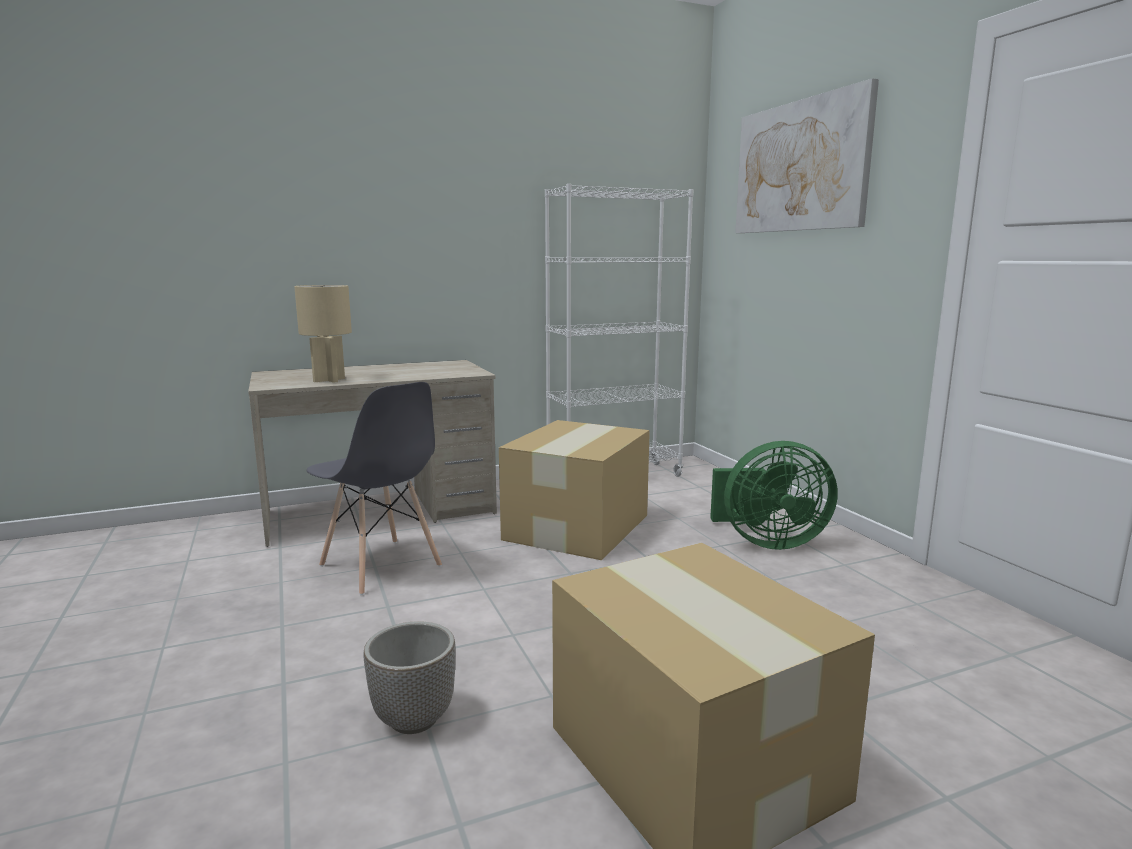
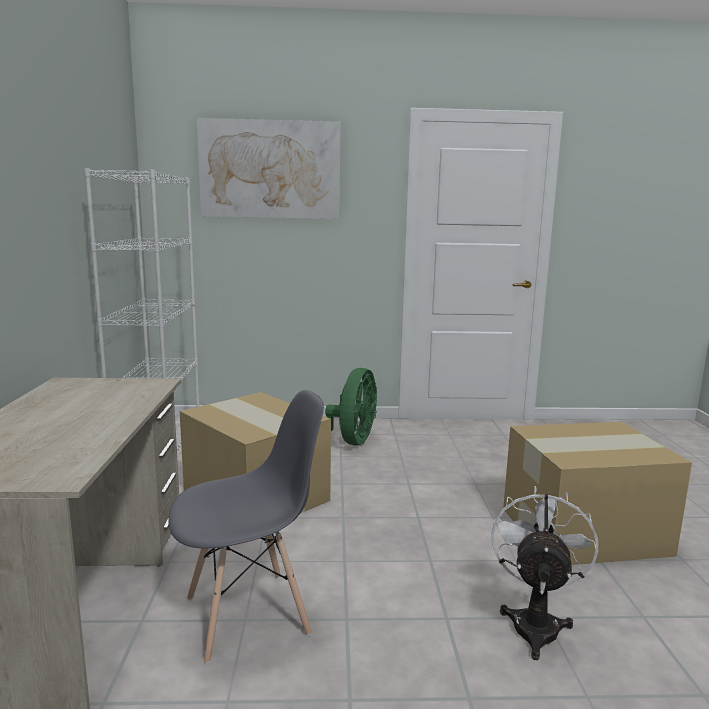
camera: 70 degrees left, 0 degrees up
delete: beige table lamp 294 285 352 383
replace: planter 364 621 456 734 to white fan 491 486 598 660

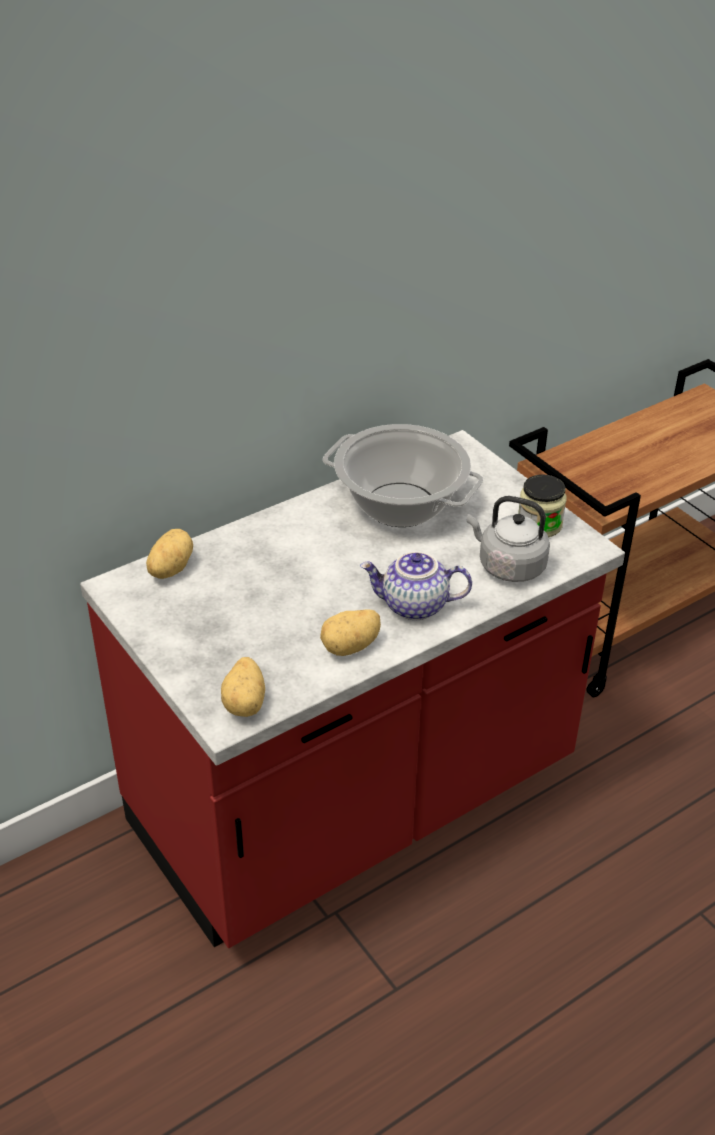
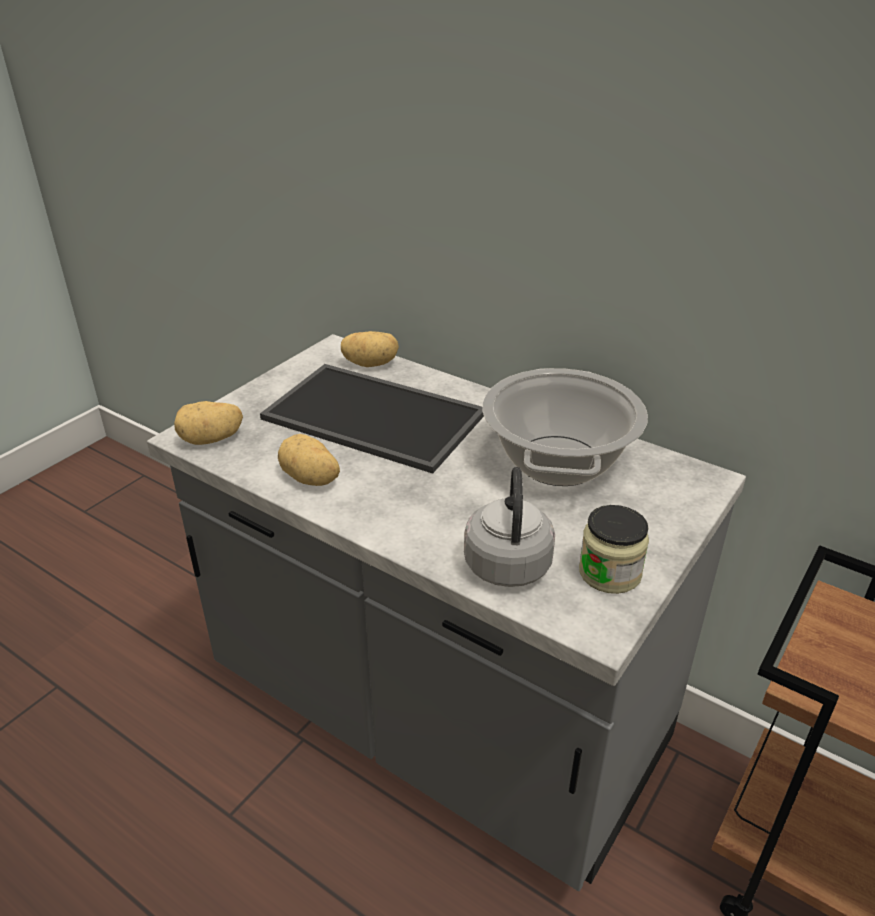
camera: 70 degrees right, 5 degrees down
delete: teapot 360 551 472 620
insert: tray 260 364 484 474
recolor: red counter 80 430 625 948 to grey counter 147 334 746 891

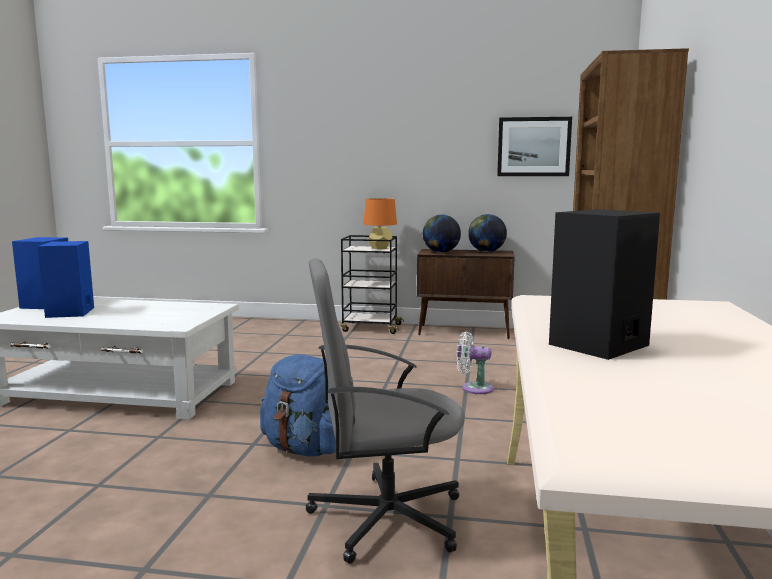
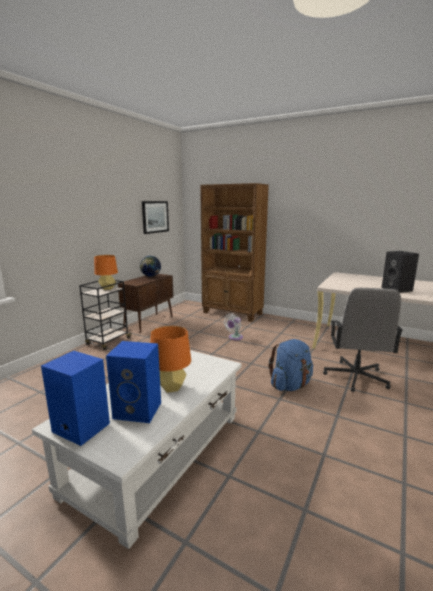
camera: 70 degrees left, 5 degrees up
delete: globe 423 215 461 253
insert: orange table lamp 150 326 191 393

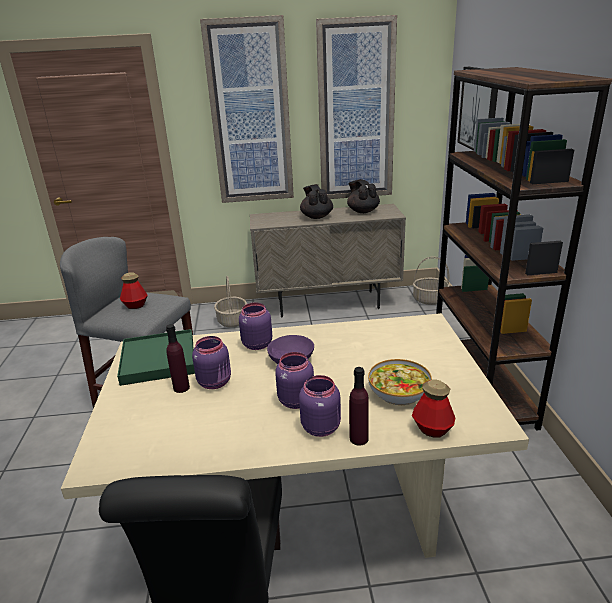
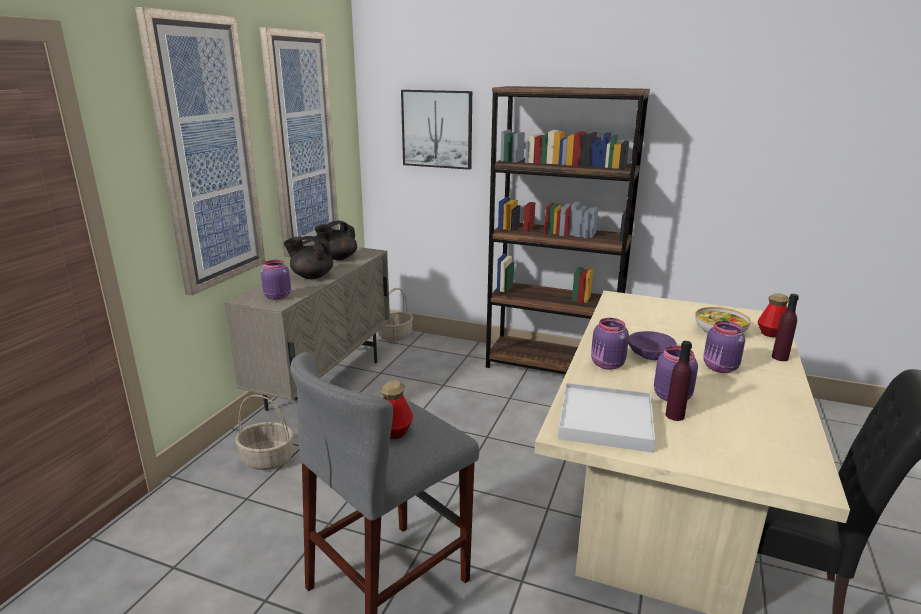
camera: 65 degrees left, 5 degrees down
move: purple jar 299 375 341 437 to 261 260 291 300
recolor: green tray 117 329 195 386 to white tray 558 383 655 453
rotate: black teapot 347 179 380 213 = 315 220 357 260 45 degrees counterclockwise

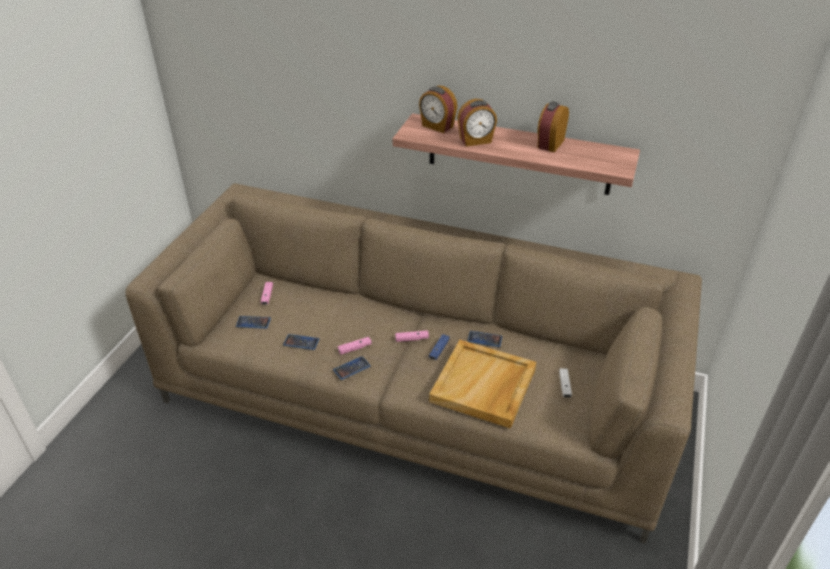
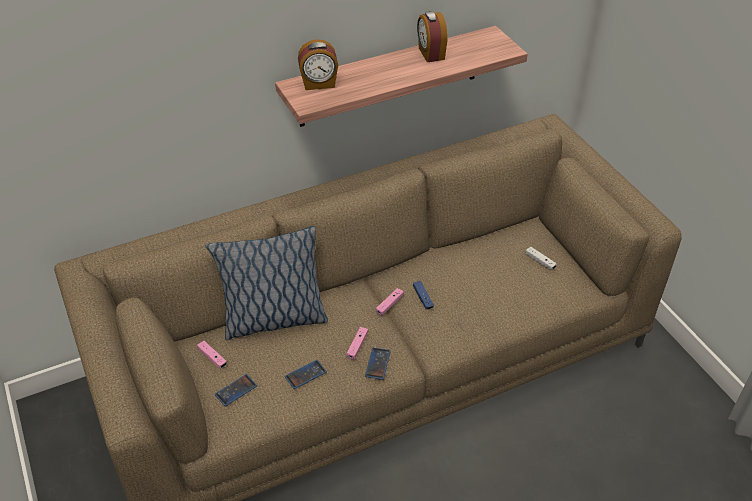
camera: 45 degrees left, 5 degrees up
delete: beige tray 429 340 536 429; alarm clock 457 99 497 147; phone 468 331 502 347
insert: pillow 205 226 328 340

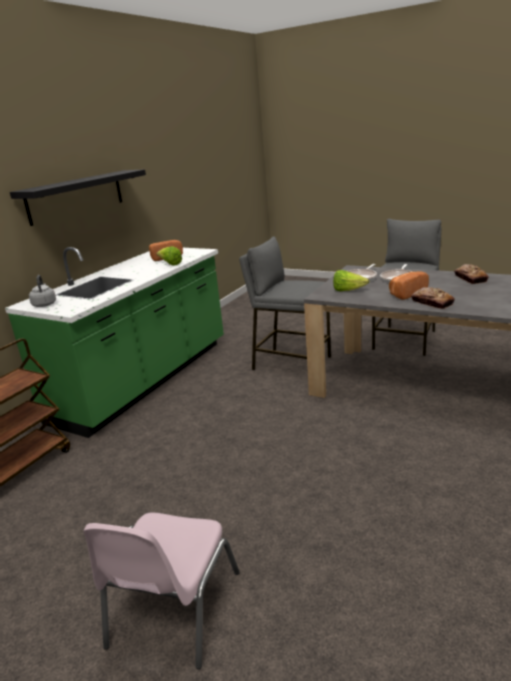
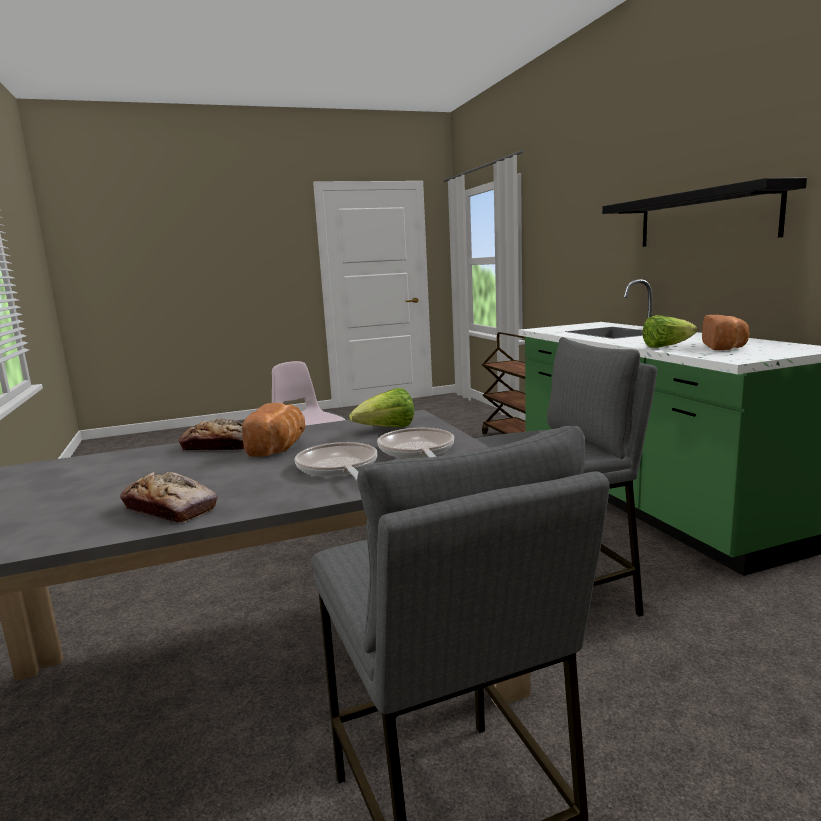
camera: 130 degrees right, 10 degrees down
delete: grey kettle 29 275 56 307

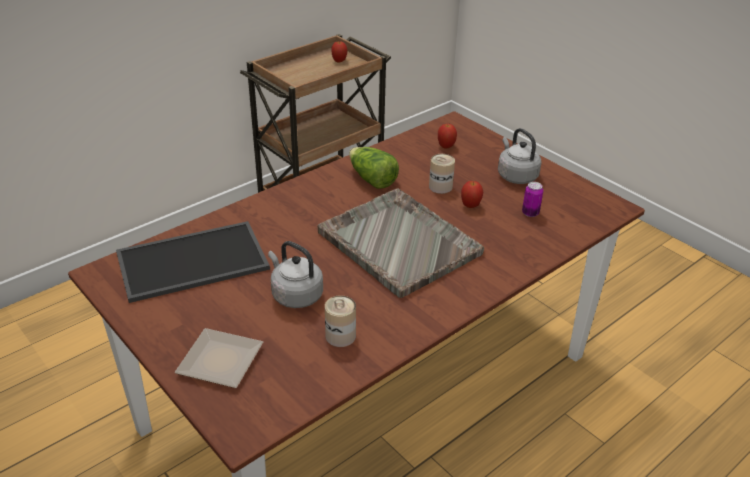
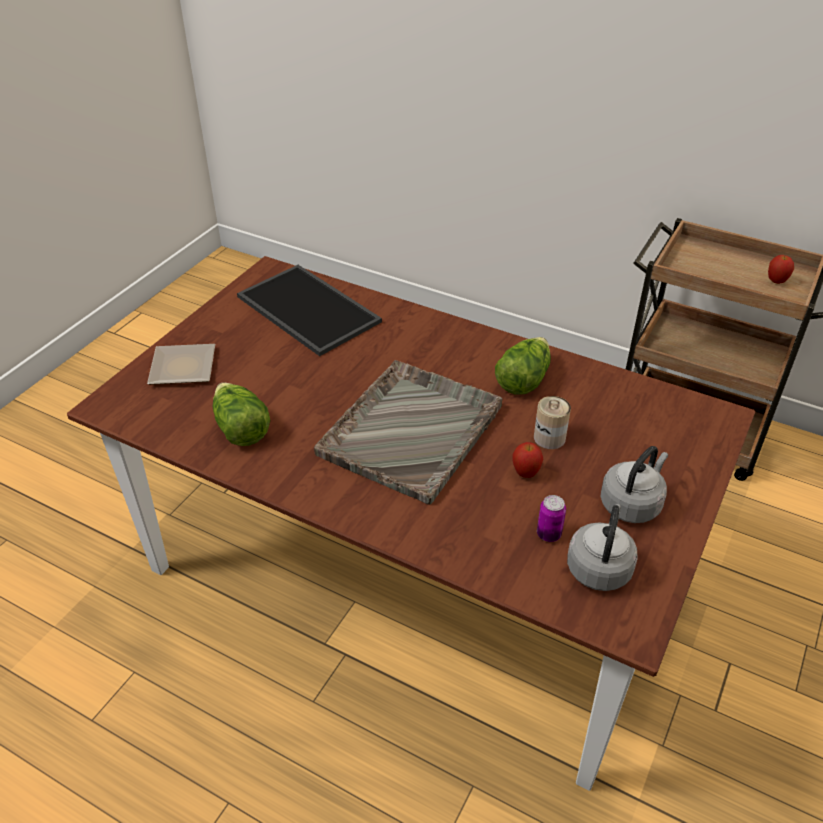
camera: 70 degrees right, 5 degrees up
delete: apple 438 124 457 149
move: grey kettle 268 241 323 308 to 567 504 638 591
replace: can 325 295 356 347 to lettuce 213 383 270 446

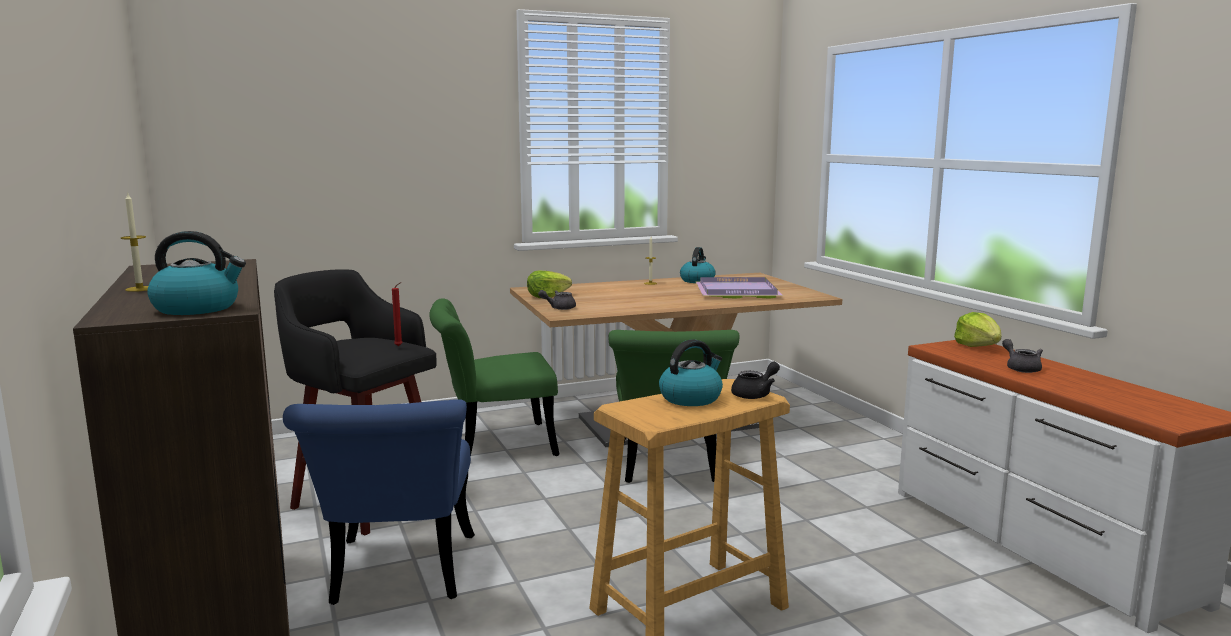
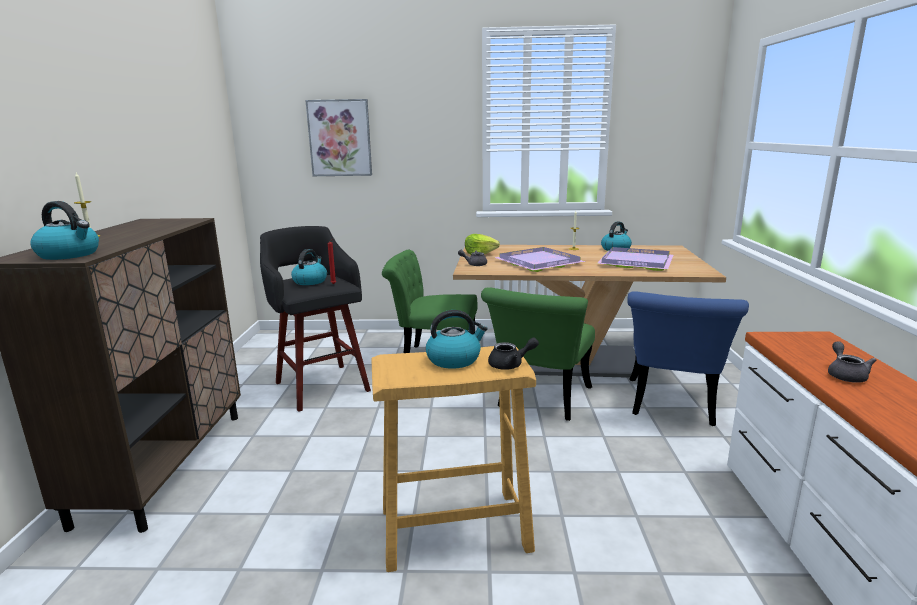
camera: 25 degrees right, 5 degrees up
delete: lettuce 954 312 1001 347
insert: kettle 291 249 327 285; picture 305 99 372 176; purple tray 494 247 586 272
move: blue chair 283 399 475 605 to 627 291 749 426

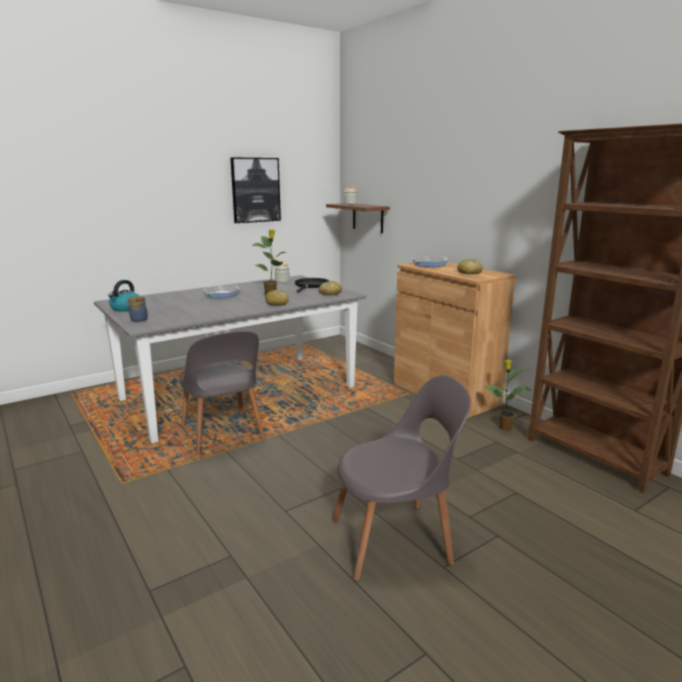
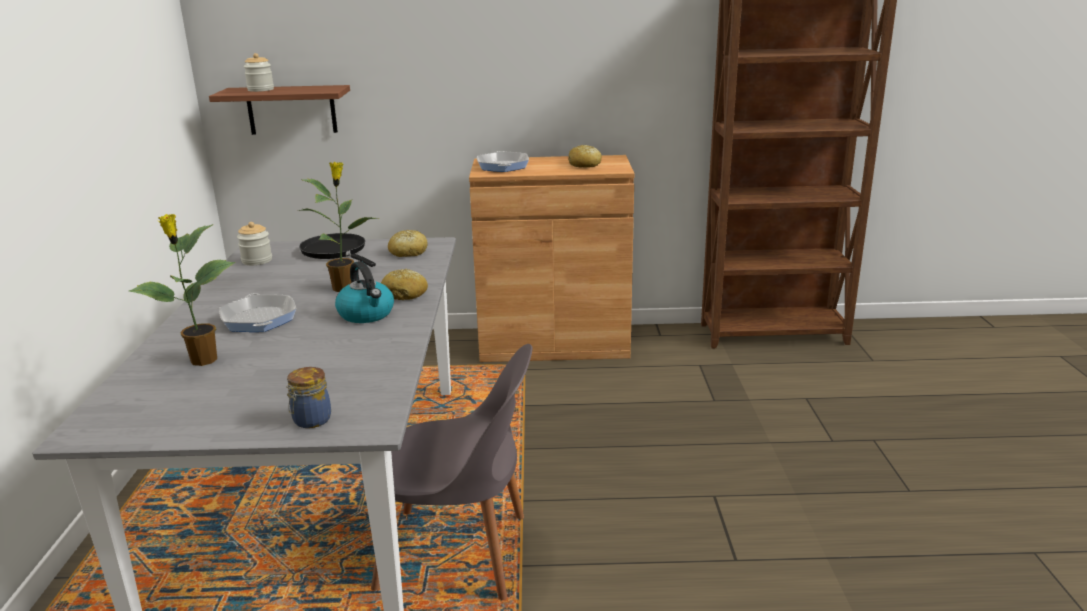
camera: 55 degrees left, 5 degrees up
delete: picture 230 157 281 223; grey chair 332 375 471 581
move: kettle 108 280 139 311 to 335 261 394 323; potted plant 484 360 532 431 to 129 214 235 366

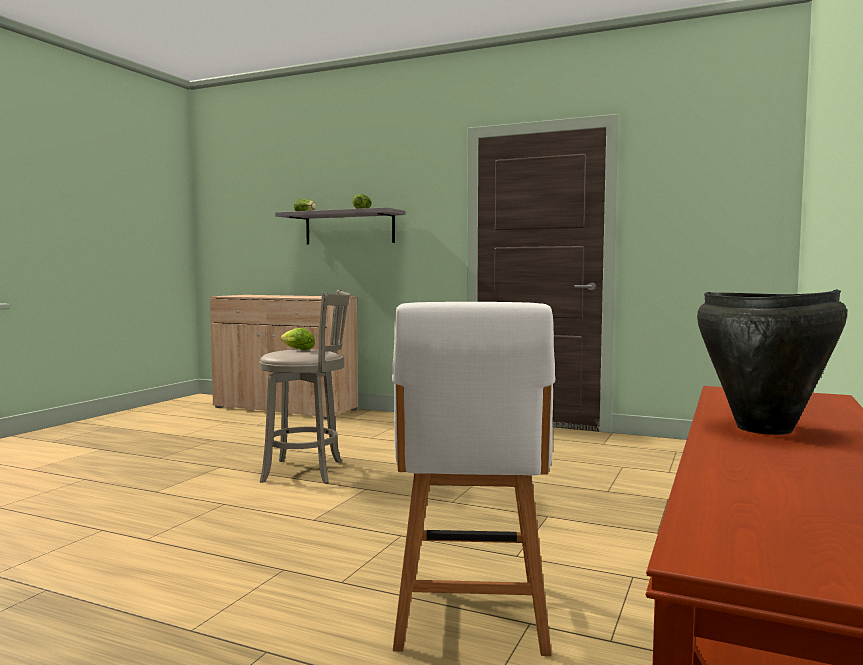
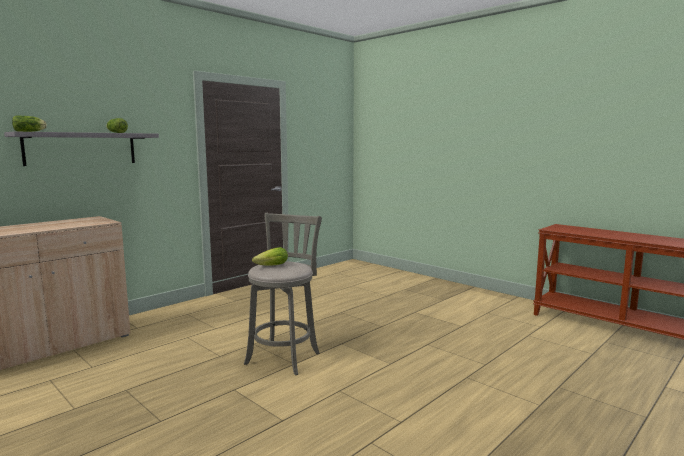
camera: 70 degrees left, 5 degrees up
delete: white chair 392 302 555 656; black cooking pot 697 290 847 435

